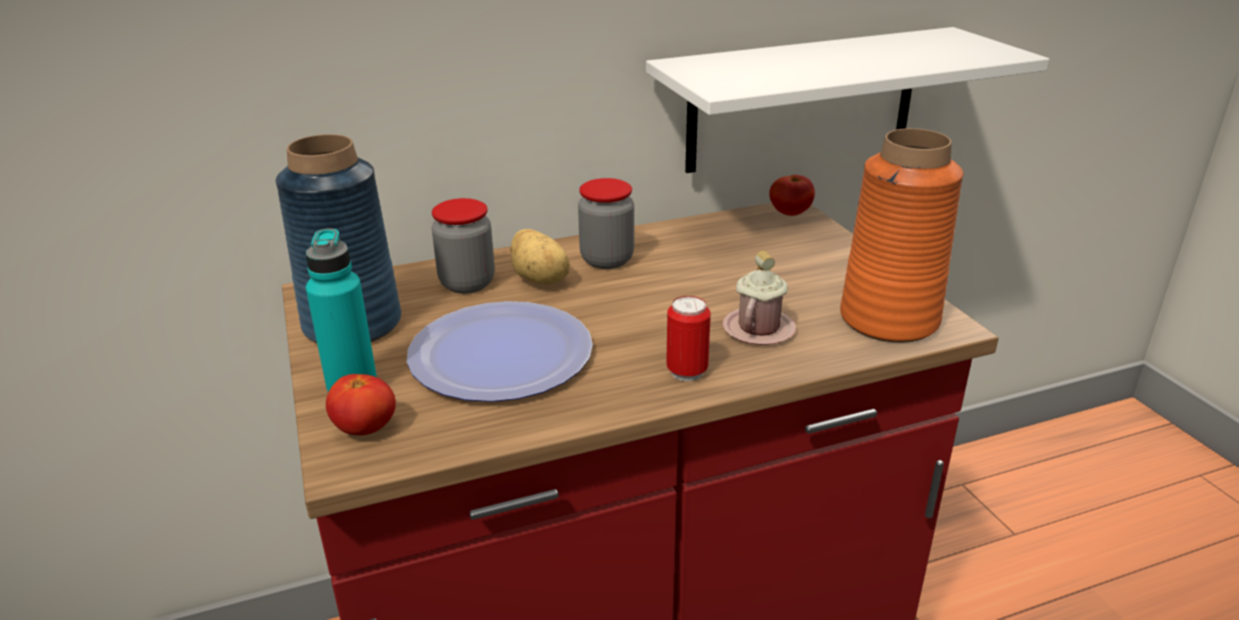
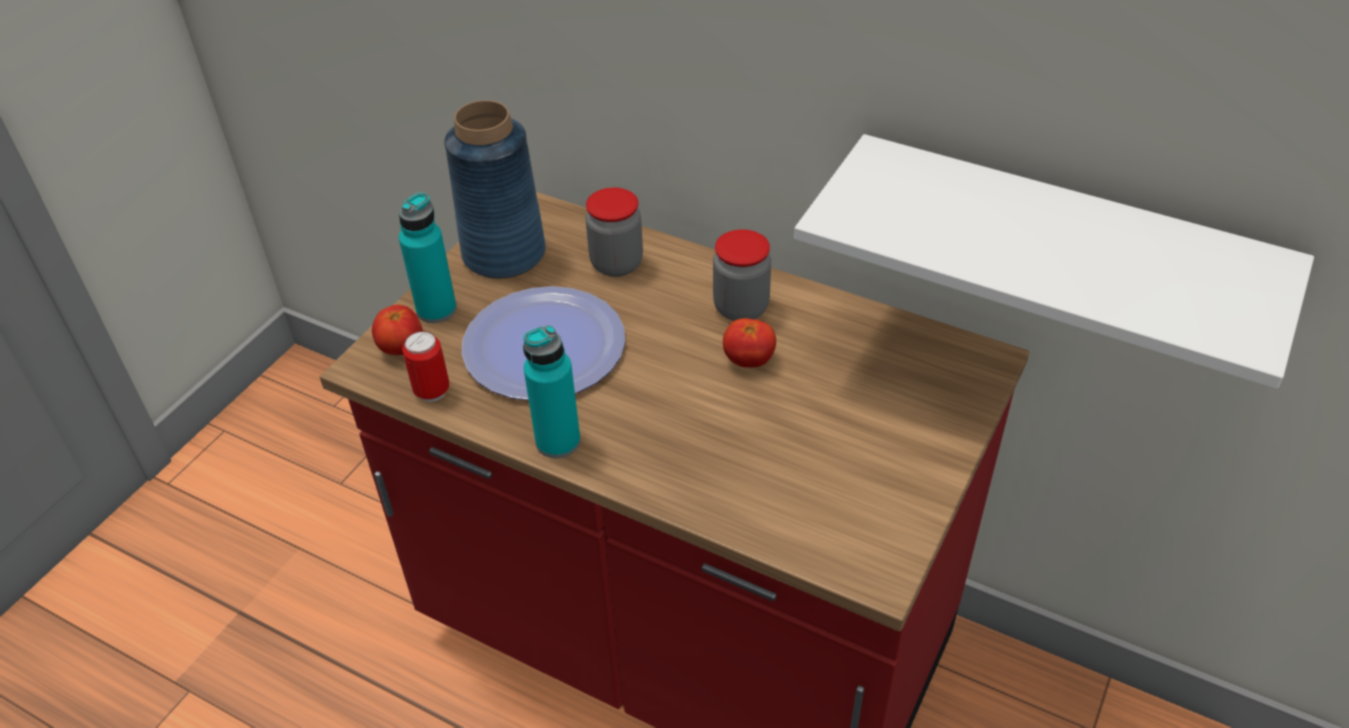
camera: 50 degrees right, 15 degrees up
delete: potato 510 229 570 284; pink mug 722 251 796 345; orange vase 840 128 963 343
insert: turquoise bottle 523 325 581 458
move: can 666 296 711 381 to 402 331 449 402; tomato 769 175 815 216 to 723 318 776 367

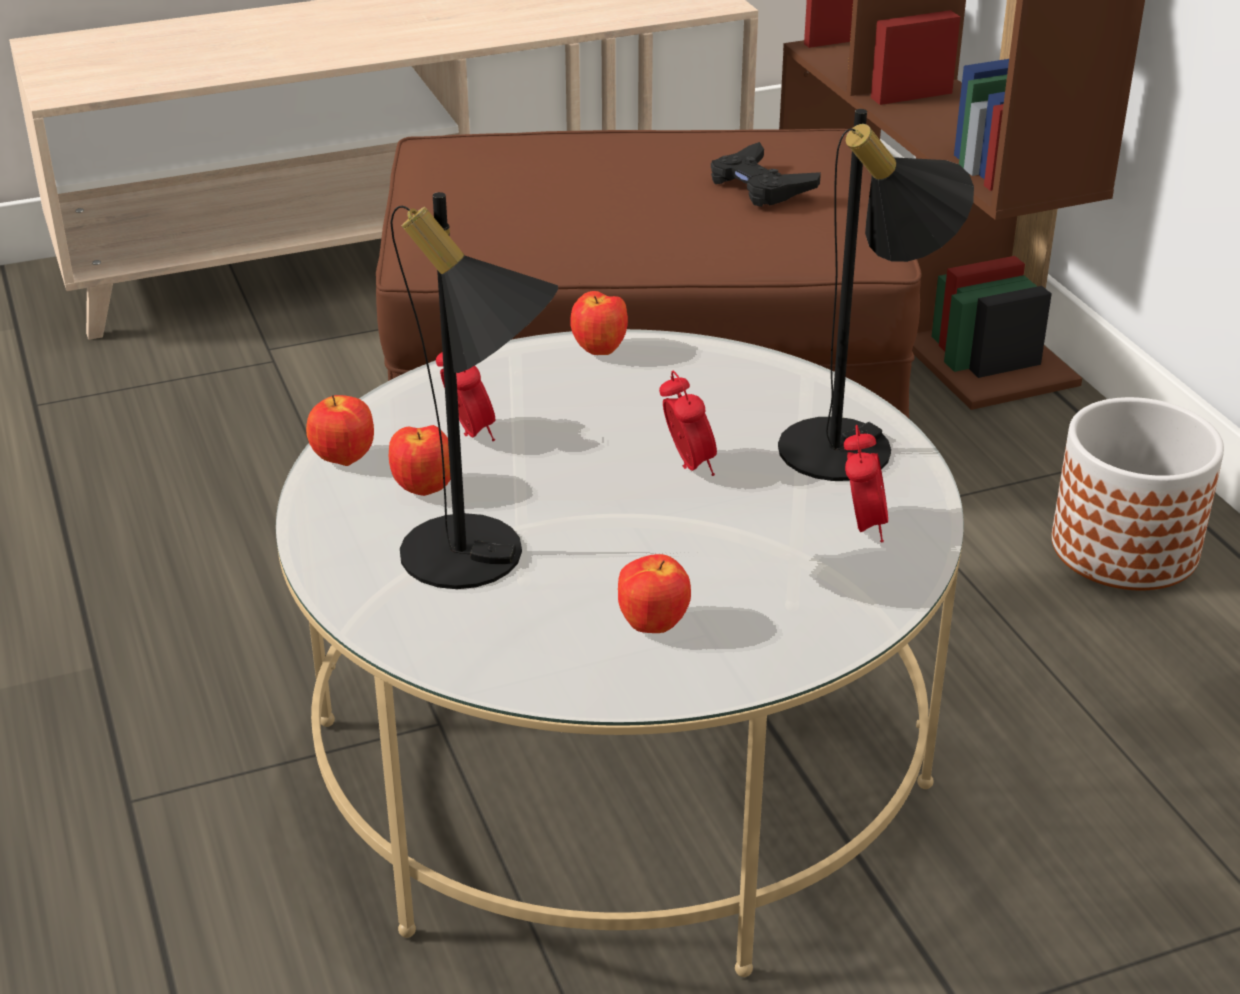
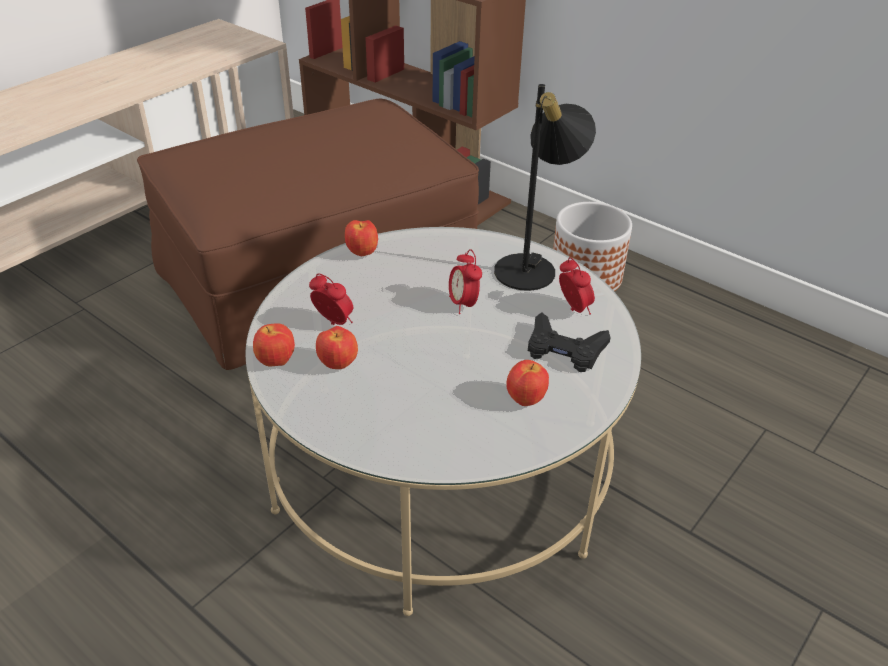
camera: 30 degrees left, 5 degrees up
delete: black table lamp 390 192 558 589
move: black game controller 711 142 821 207 to 528 312 611 372
rotate: alarm clock 659 370 717 476 = 449 249 482 314 150 degrees counterclockwise

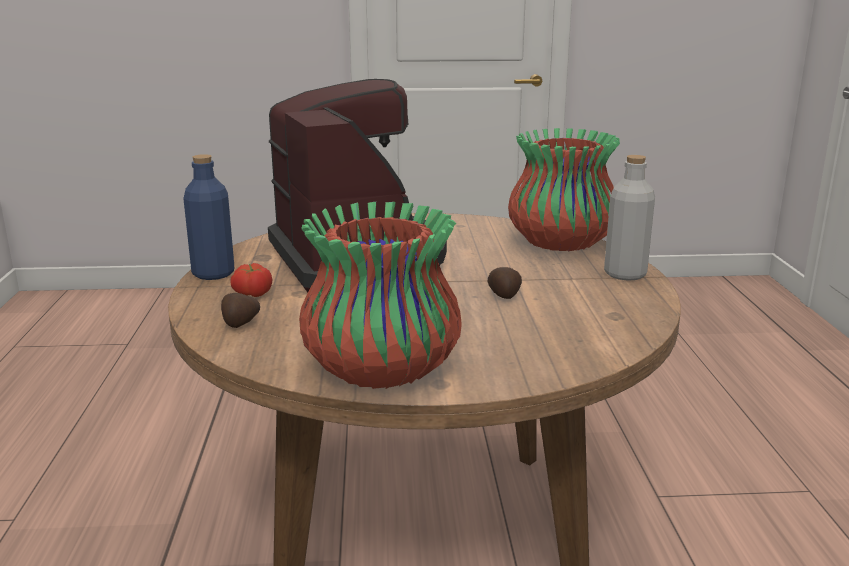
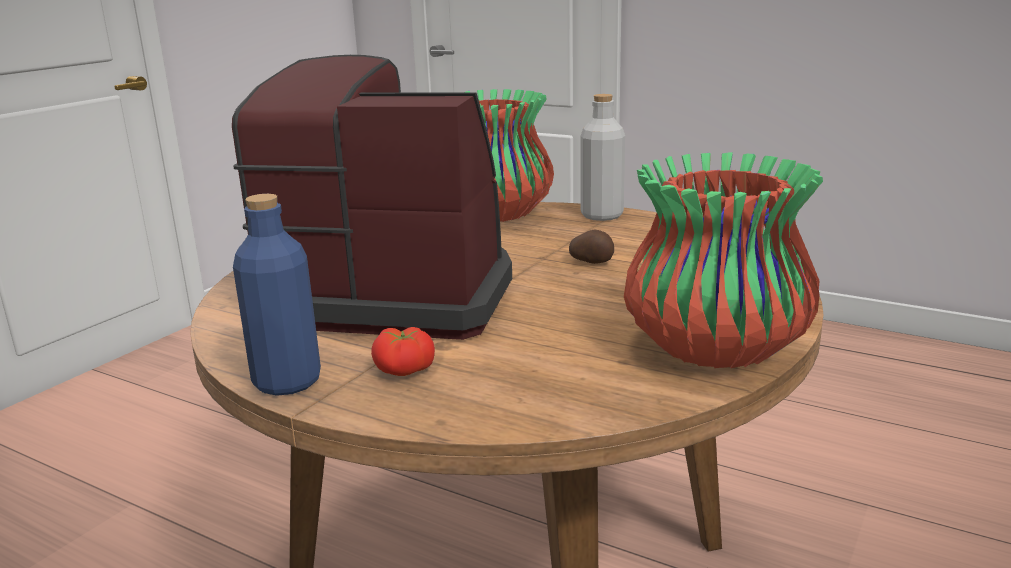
camera: 55 degrees left, 0 degrees up
delete: potato 221 293 260 328

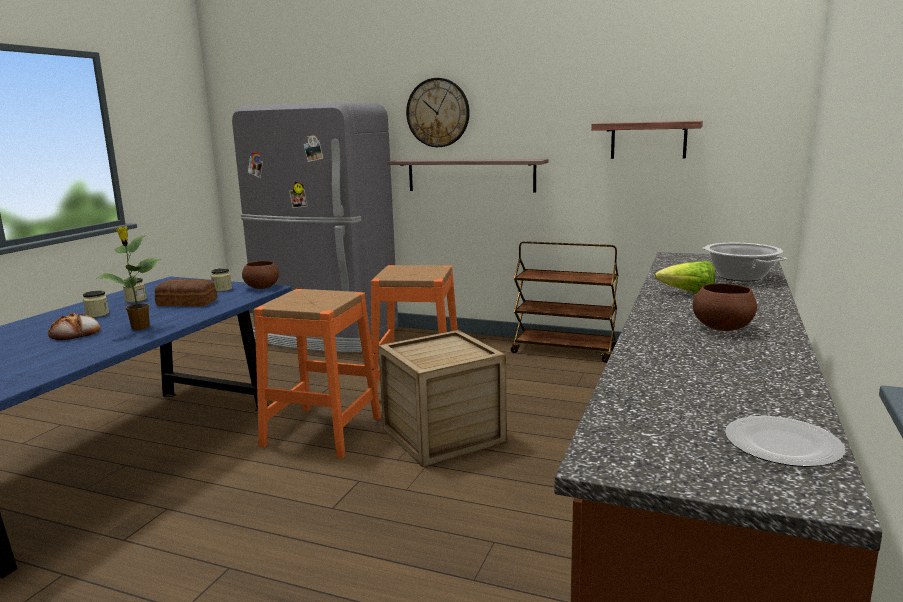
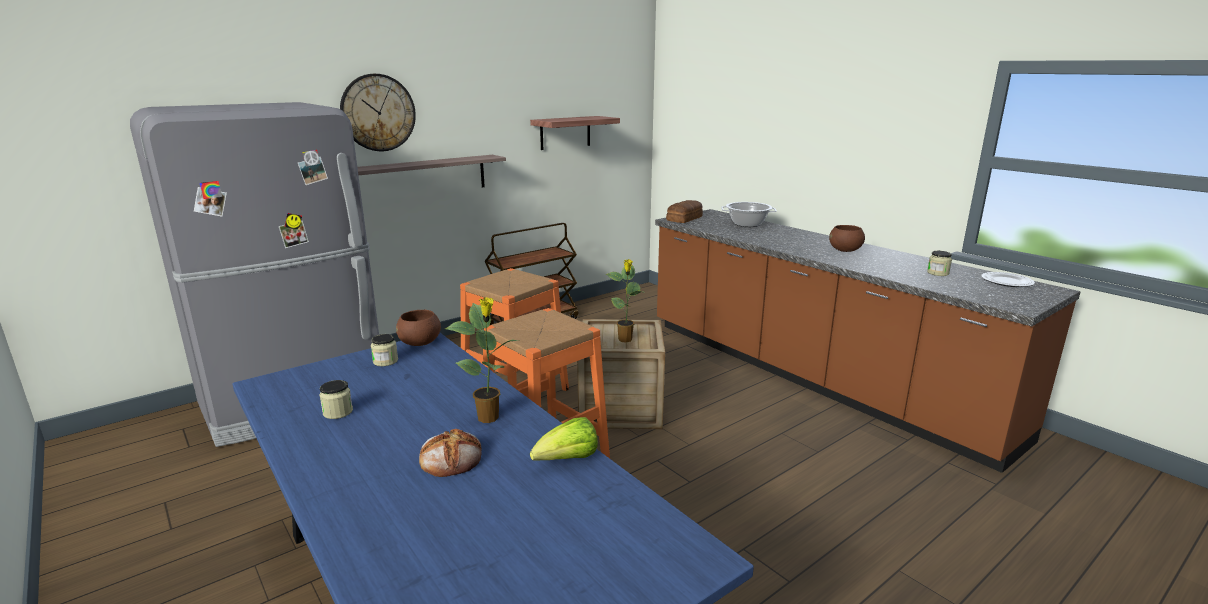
camera: 60 degrees left, 5 degrees up
insert: potted plant 606 259 645 342
move: jar 83 291 109 318 to 927 251 952 276; bread 154 279 217 306 to 666 200 703 223; lettuce 655 261 715 294 to 530 417 598 460

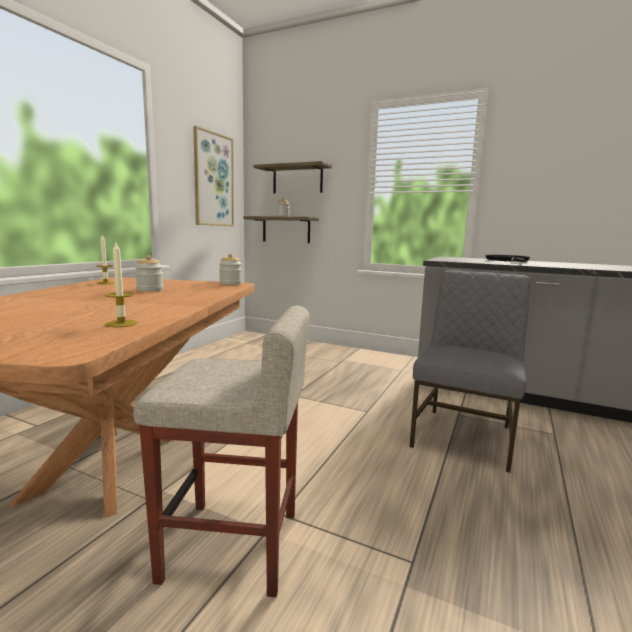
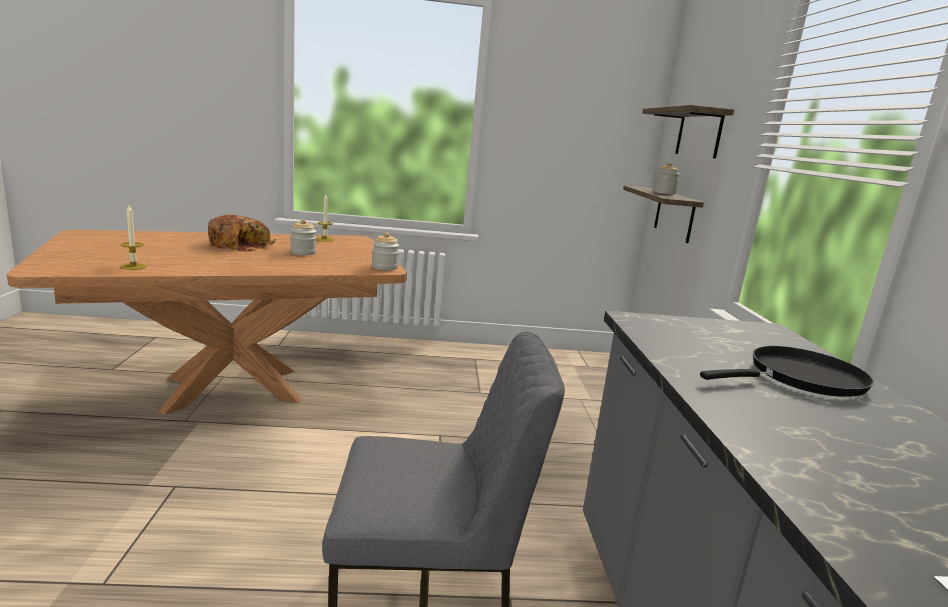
camera: 60 degrees right, 5 degrees up
delete: beige stool 133 305 310 597; picture 193 126 234 226
insert: bread 208 215 276 252

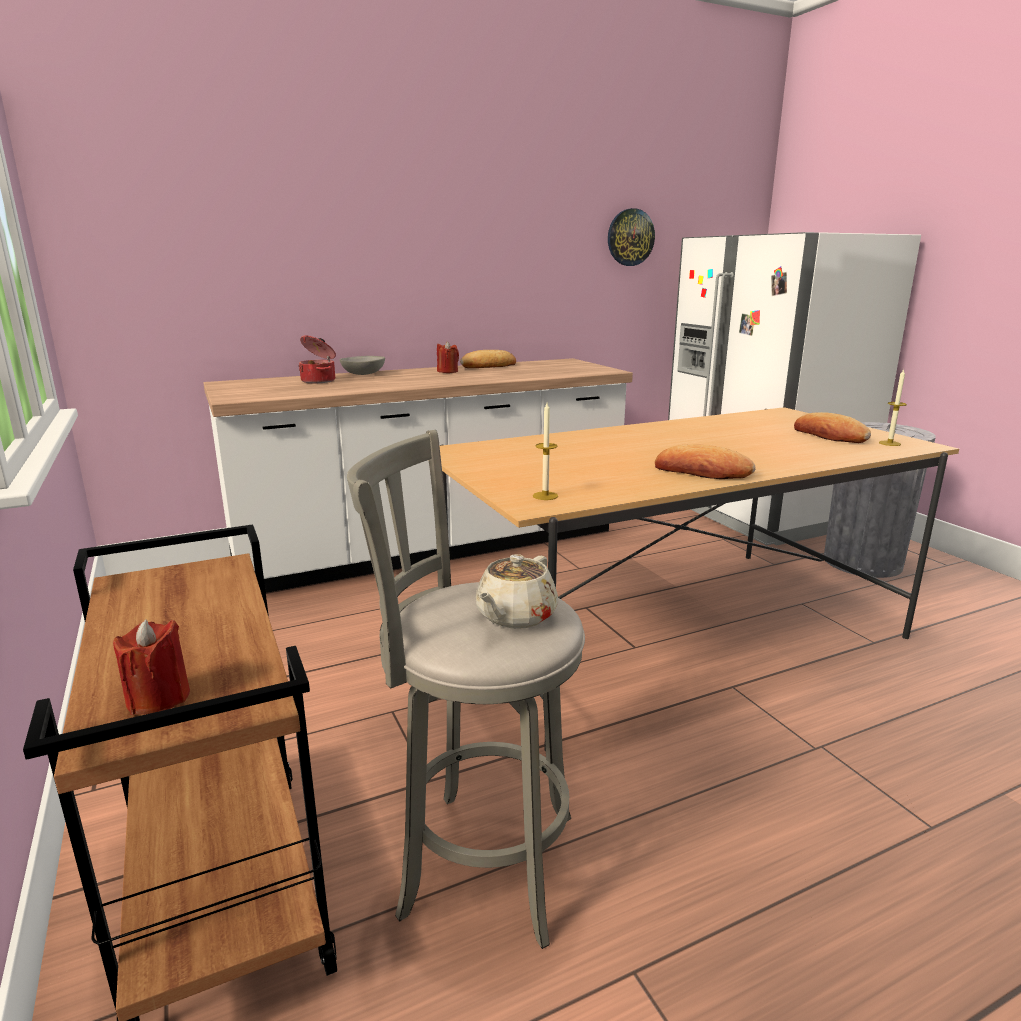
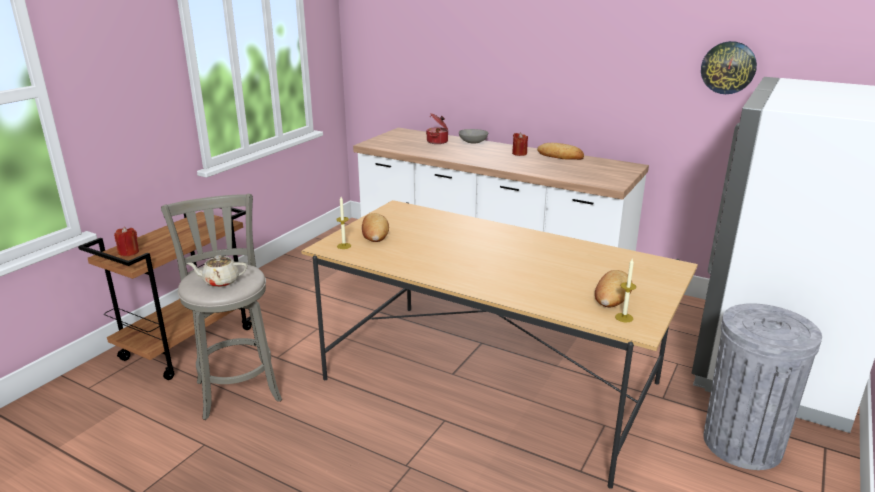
camera: 55 degrees right, 5 degrees up
move: bread 655 444 756 479 to 362 213 389 242

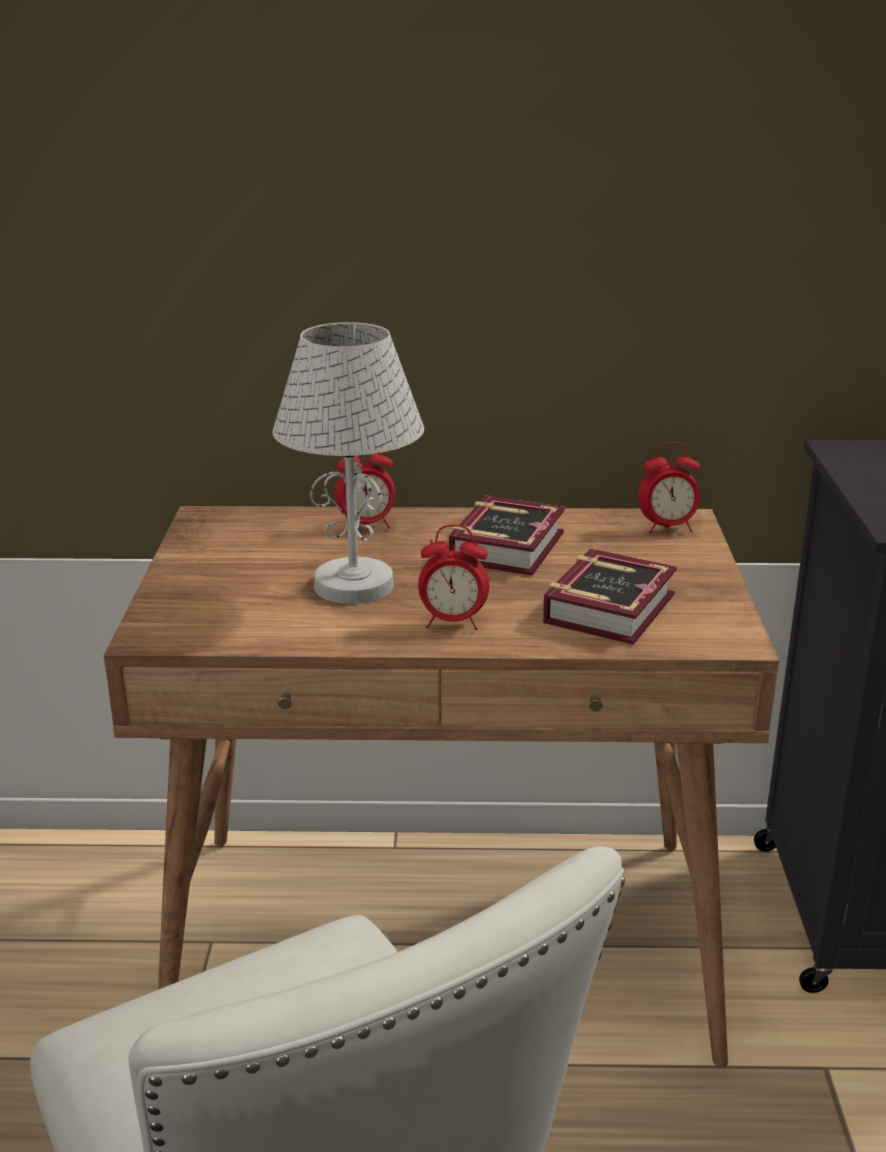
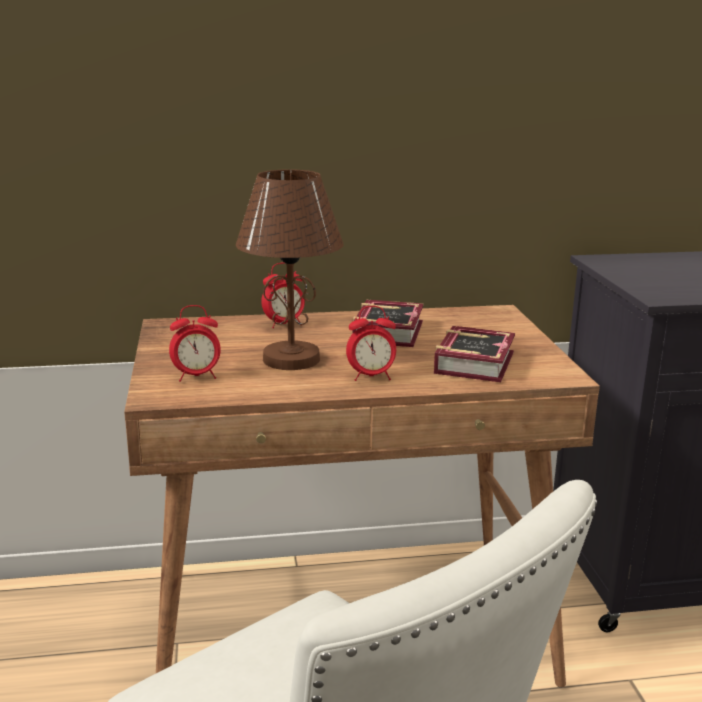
camera: 10 degrees left, 5 degrees down
move: alarm clock 638 442 700 533 to 169 305 221 382
recolor: white table lamp 272 322 424 604 to brown table lamp 236 169 344 370

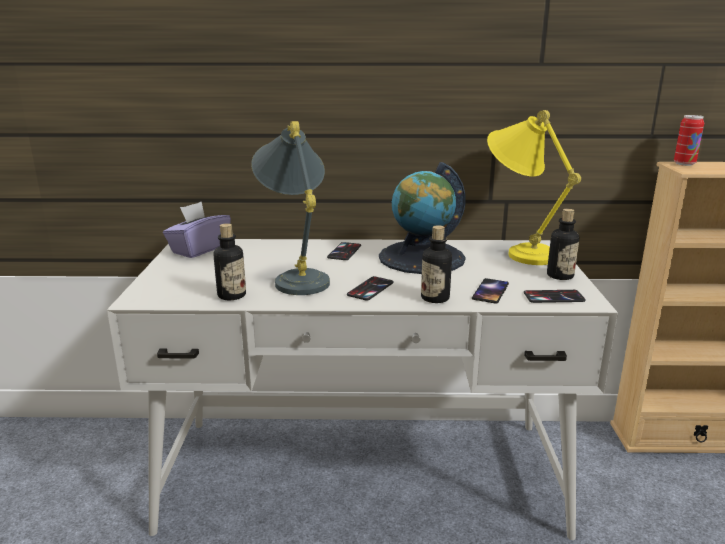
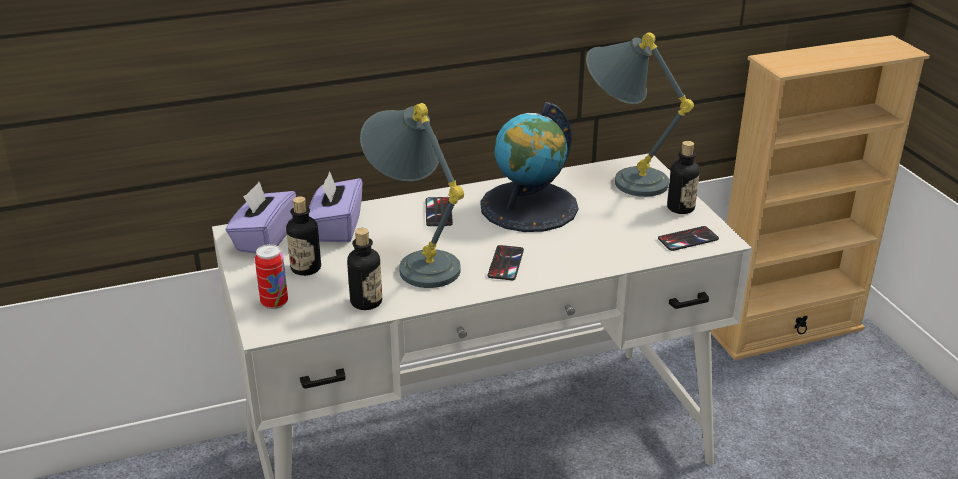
camera: 20 degrees left, 10 degrees up
delete: phone 472 278 509 304
insert: purple tissue box 309 171 363 243
move: bottle 421 225 452 303 to 286 196 321 276; can 674 115 704 166 to 255 244 288 309
recolor: yellow table lamp 487 110 581 265 to grey table lamp 586 32 694 197

